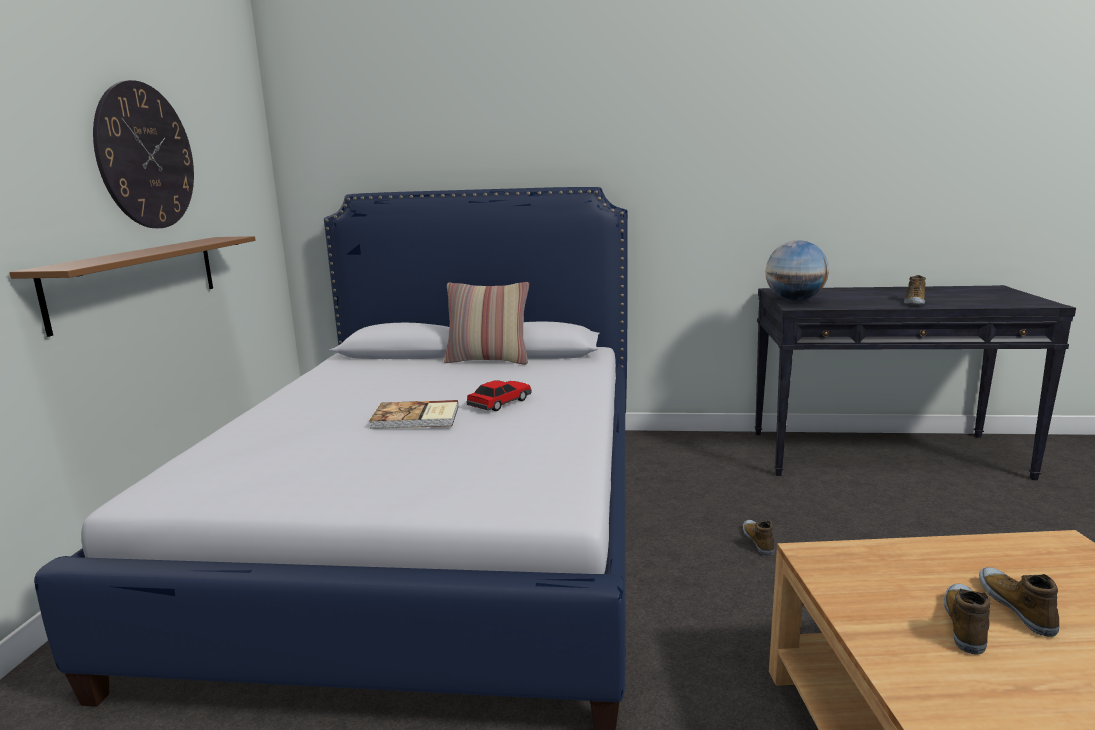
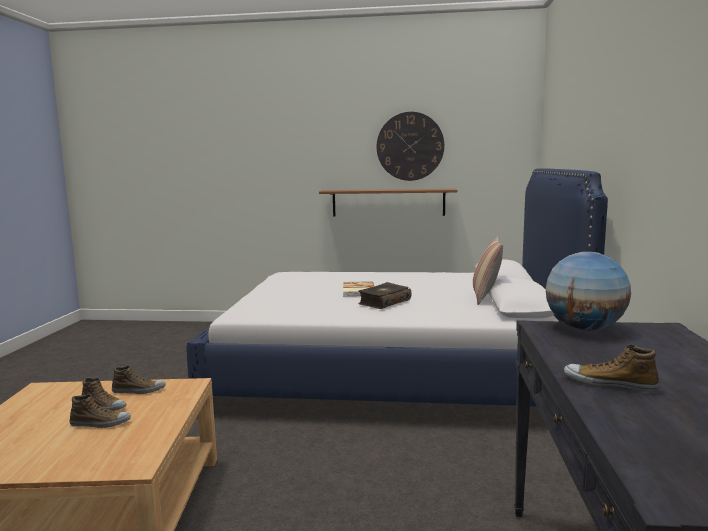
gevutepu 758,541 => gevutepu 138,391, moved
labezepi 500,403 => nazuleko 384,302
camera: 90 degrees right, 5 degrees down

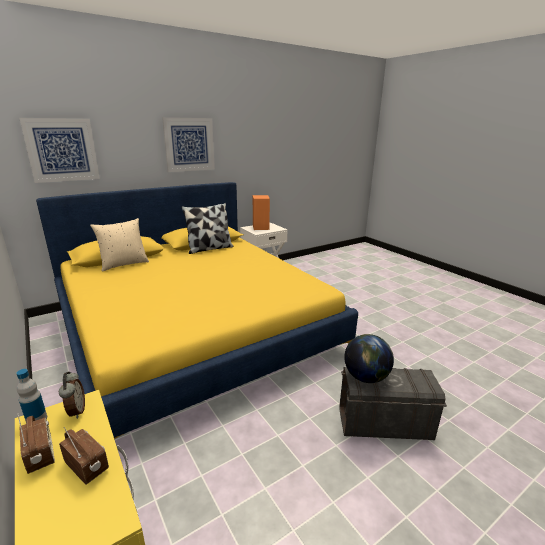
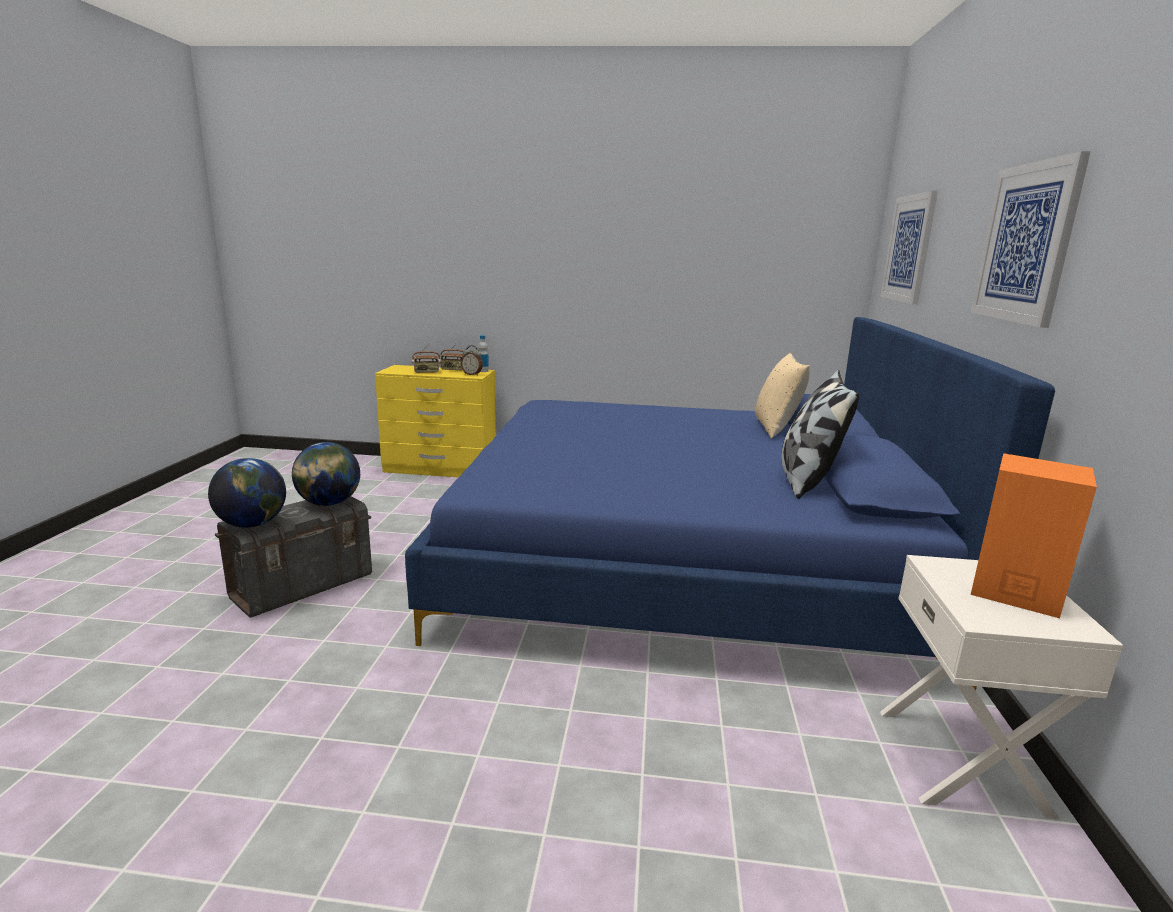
nothing => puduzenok 252,524
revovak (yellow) 194,331 => revovak (blue) 679,557
camera: 130 degrees right, 5 degrees down

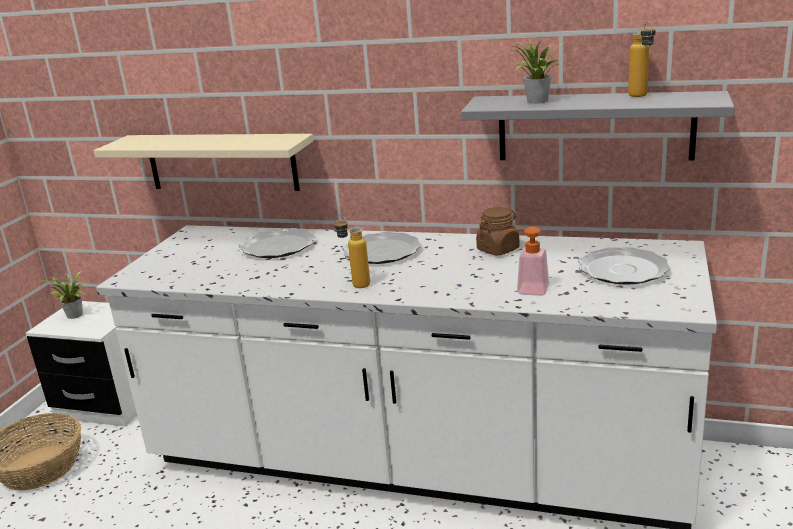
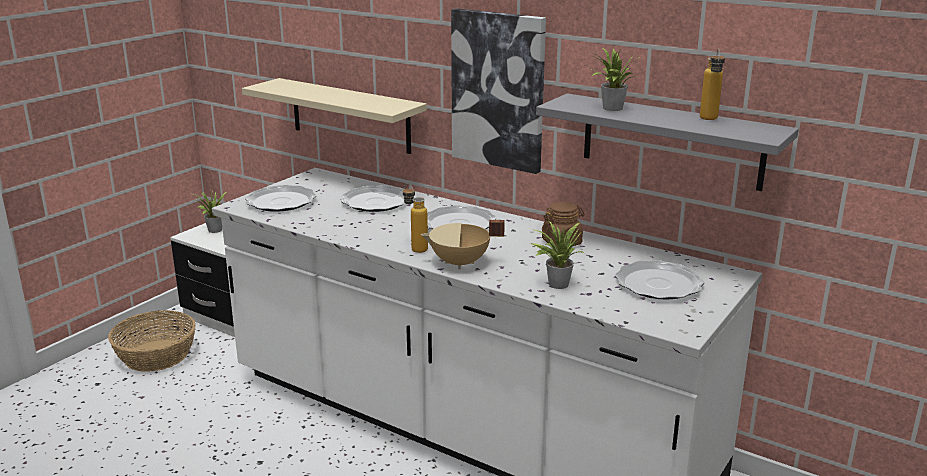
nothing => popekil 280,201
nothing => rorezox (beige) 460,263
nothing => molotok 498,90
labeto 526,289 => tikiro 556,283
camera: 15 degrees right, 0 degrees up

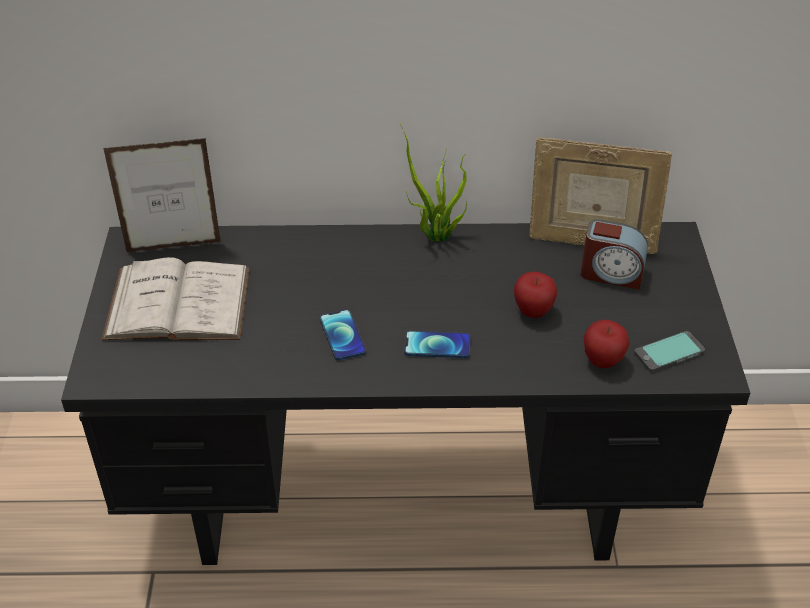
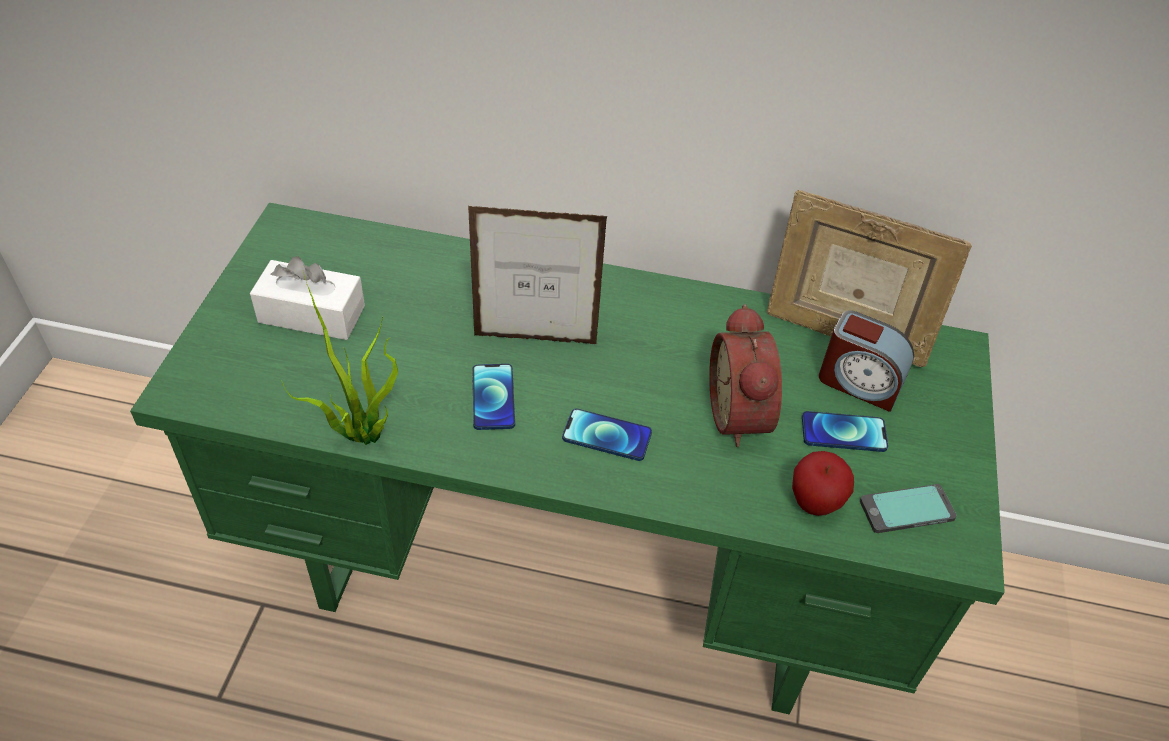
nothing => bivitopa 843,433
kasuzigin 174,247 => kasuzigin 535,339, moved
tikiro 435,237 => tikiro 360,434, moved
nazuleko (white) 178,303 => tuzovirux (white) 311,314
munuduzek 533,312 => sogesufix 742,414
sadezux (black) 407,493 => sadezux (green) 574,574
camera: 10 degrees right, 5 degrees up

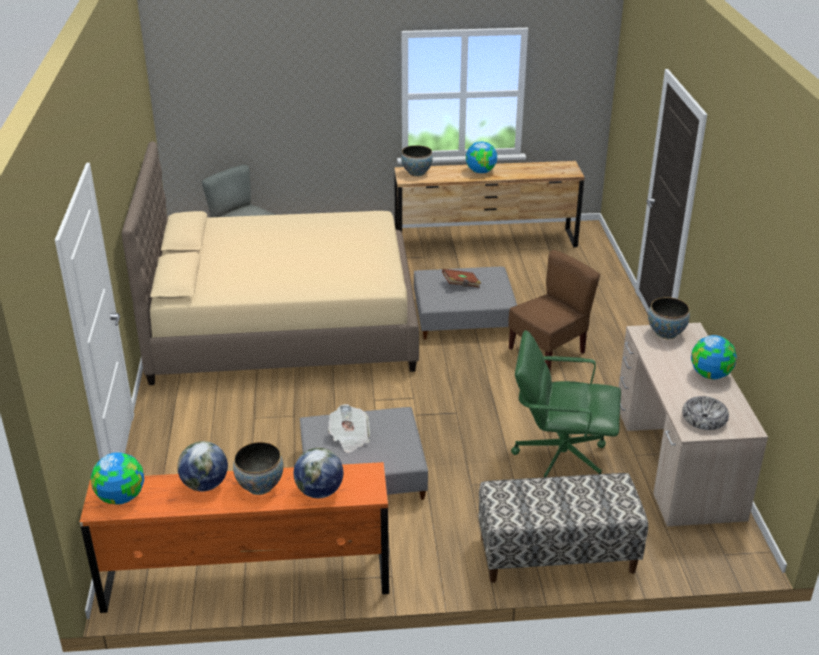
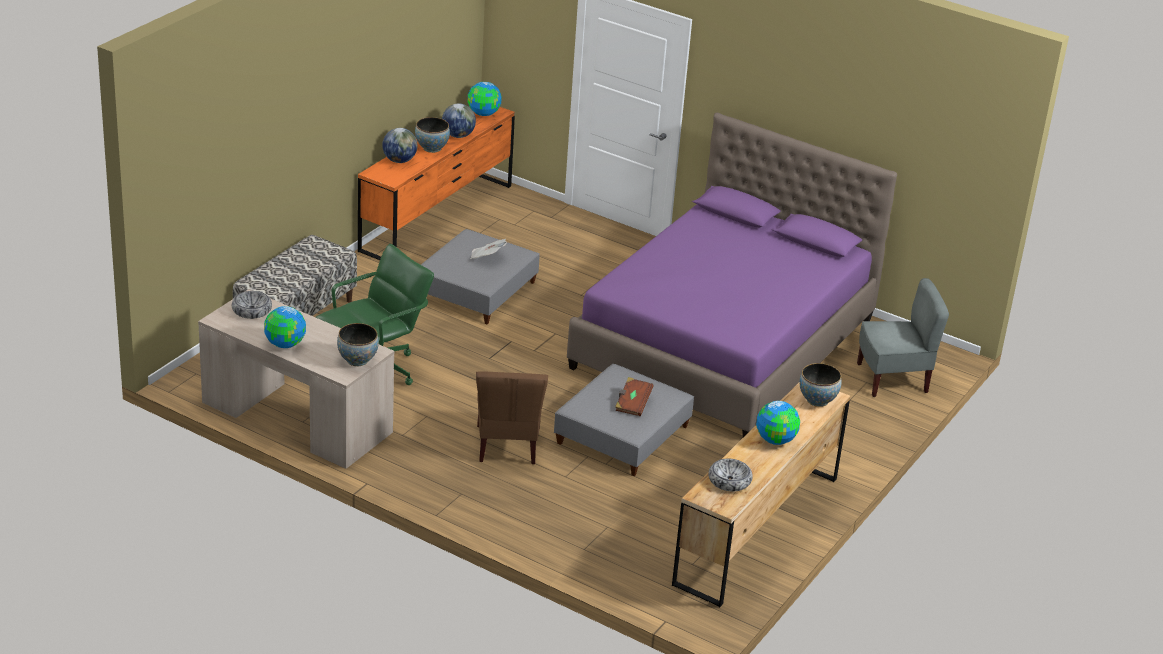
nothing => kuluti 729,480
revovak (beige) 283,324 => revovak (purple) 724,343
camera: 125 degrees right, 0 degrees up

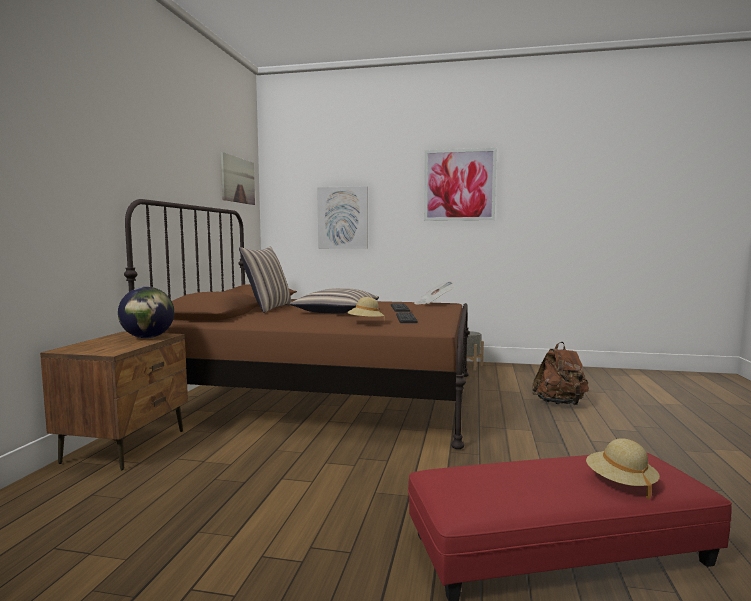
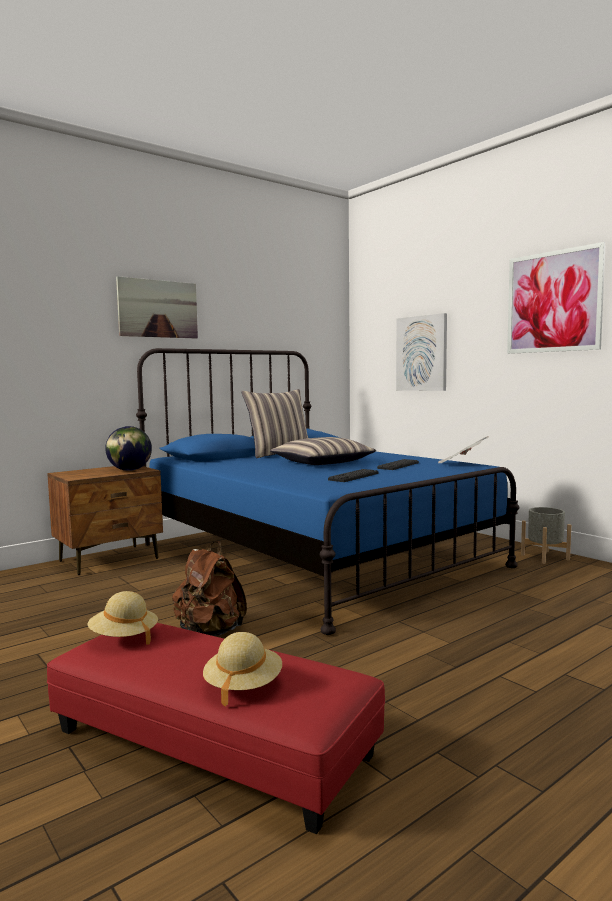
molotok 238,180 => molotok 158,309, moved
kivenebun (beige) 365,323 => kivenebun (beige) 124,637, moved
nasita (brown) 559,403 => nasita (brown) 209,633, moved
revovak (brown) 324,395 => revovak (blue) 315,555
camera: 40 degrees right, 0 degrees up

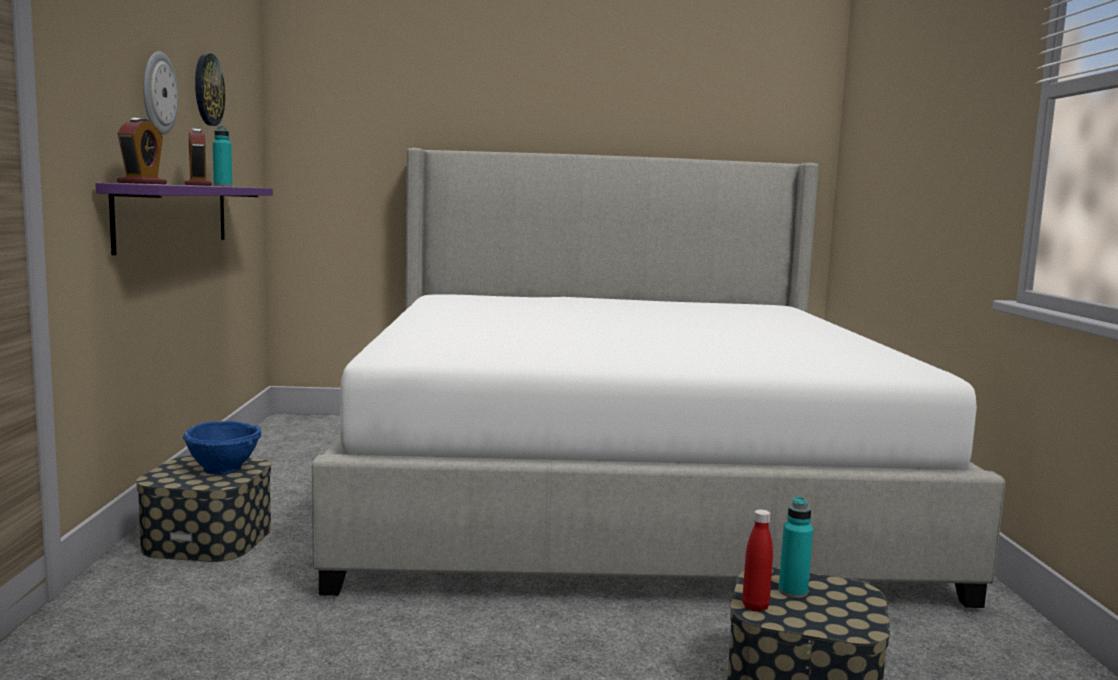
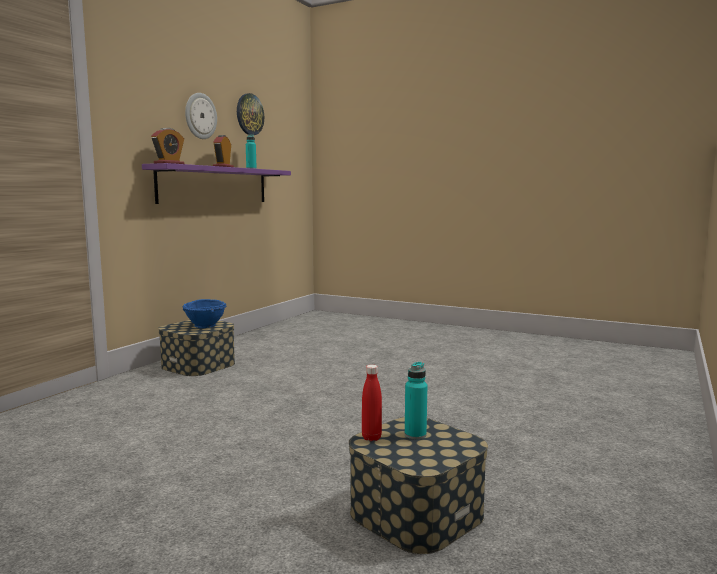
revovak 620,488 => nothing
camera: 30 degrees right, 0 degrees up

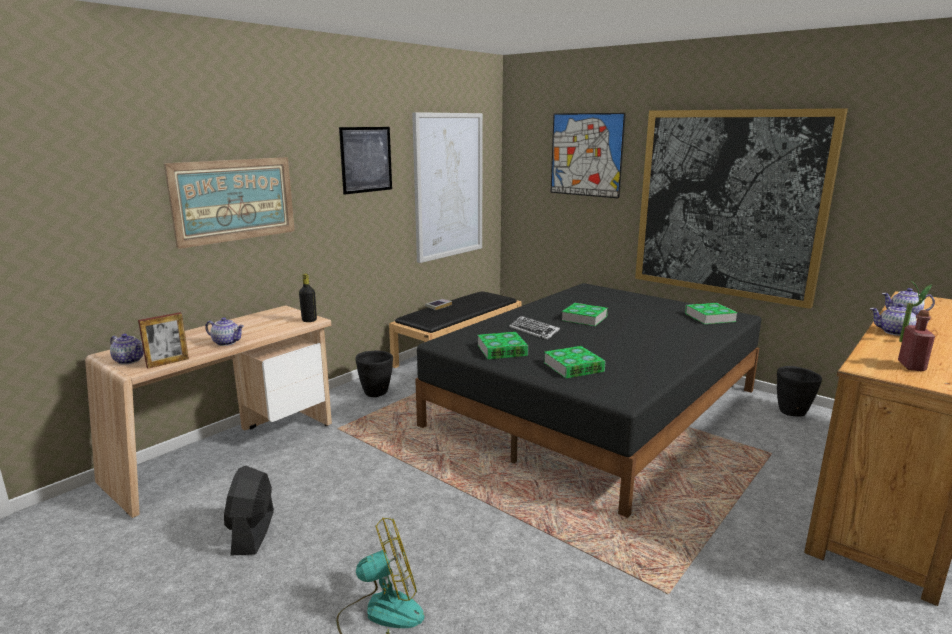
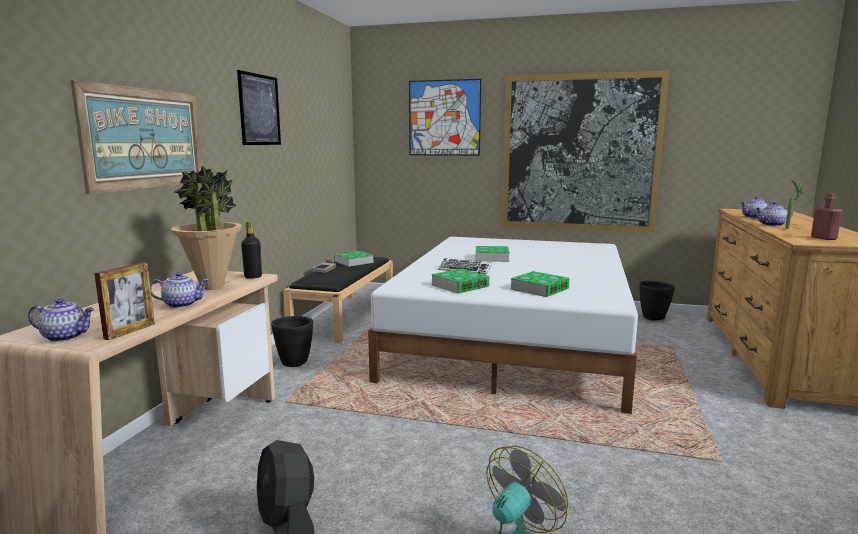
molotok 448,186 => nothing
nothing => tikiro 212,287
nazuleko 710,317 => nazuleko 354,262, moved
revovak (black) 596,408 => revovak (white) 513,339
camera: 25 degrees left, 5 degrees down

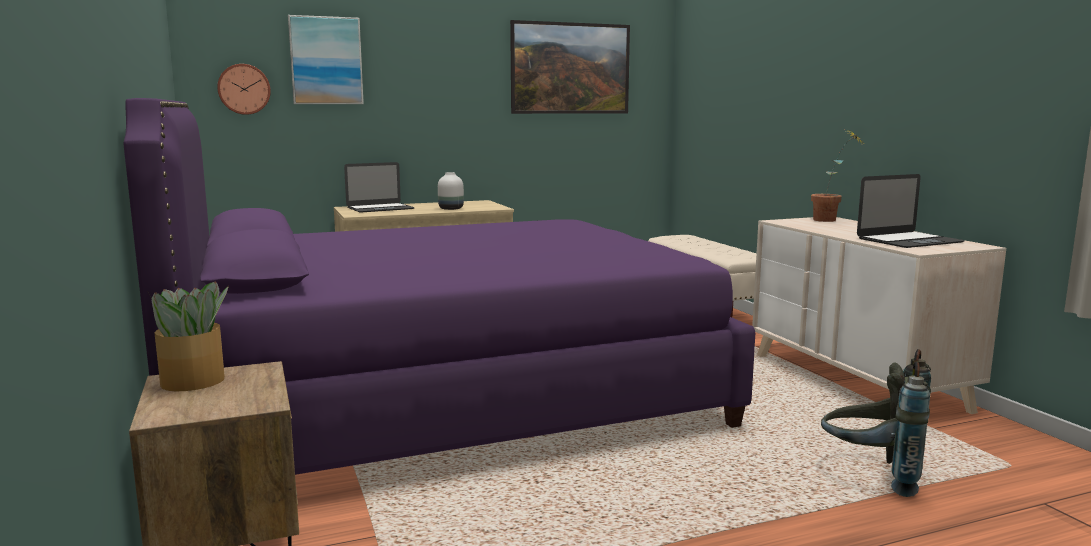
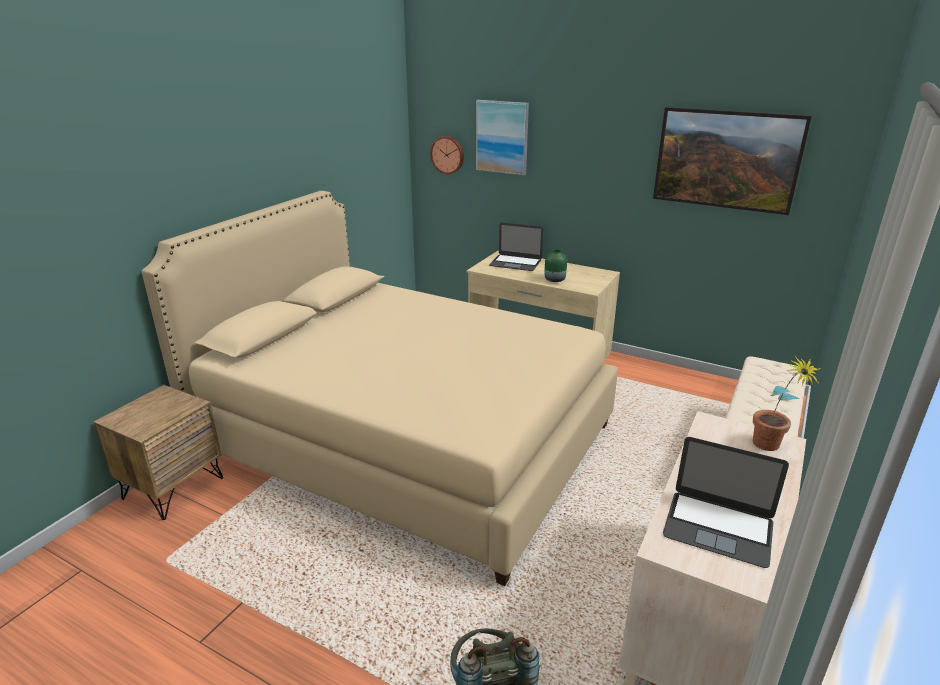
tikiro 194,381 => nothing
revovak (purple) 444,399 => revovak (beige) 406,439
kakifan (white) 451,209 => kakifan (green) 554,280
camera: 50 degrees right, 15 degrees up

